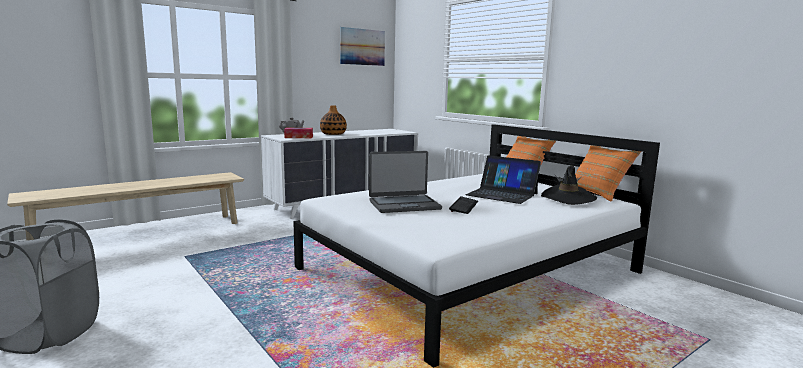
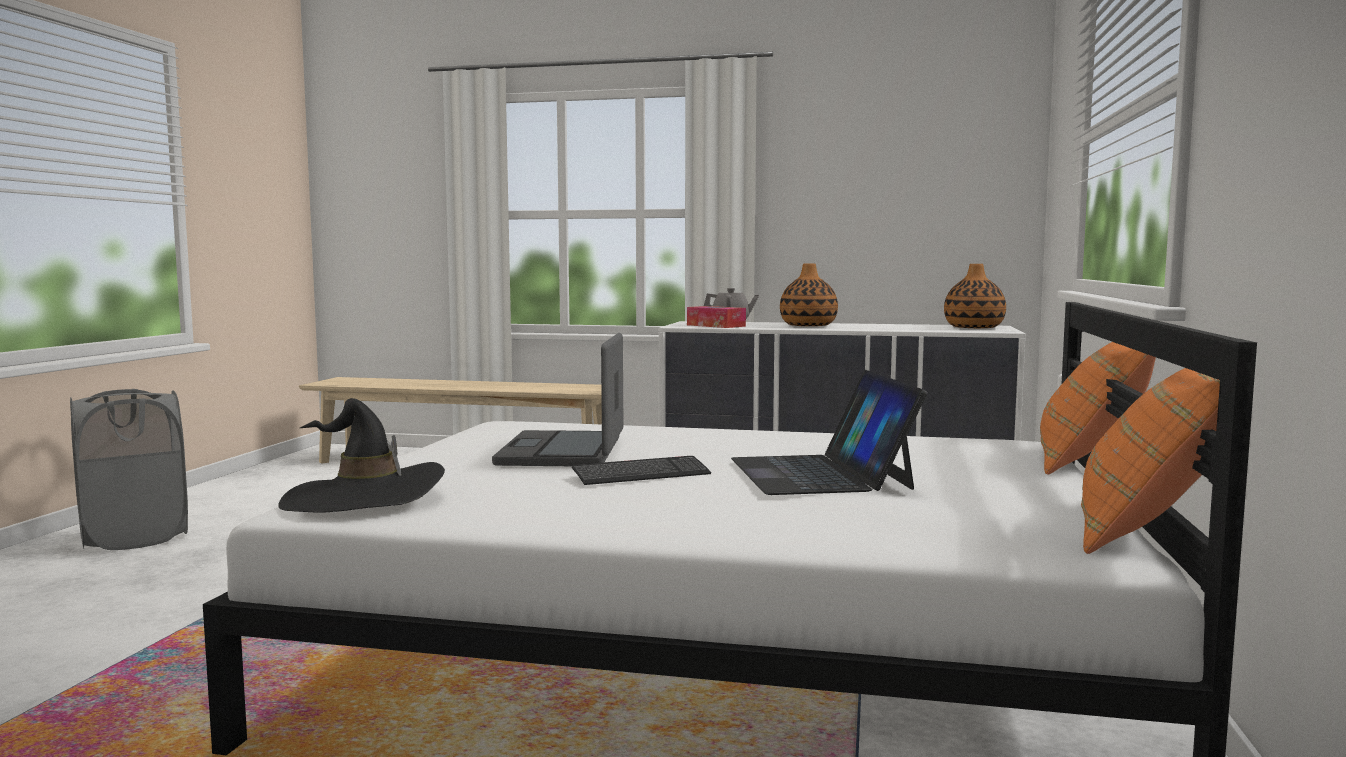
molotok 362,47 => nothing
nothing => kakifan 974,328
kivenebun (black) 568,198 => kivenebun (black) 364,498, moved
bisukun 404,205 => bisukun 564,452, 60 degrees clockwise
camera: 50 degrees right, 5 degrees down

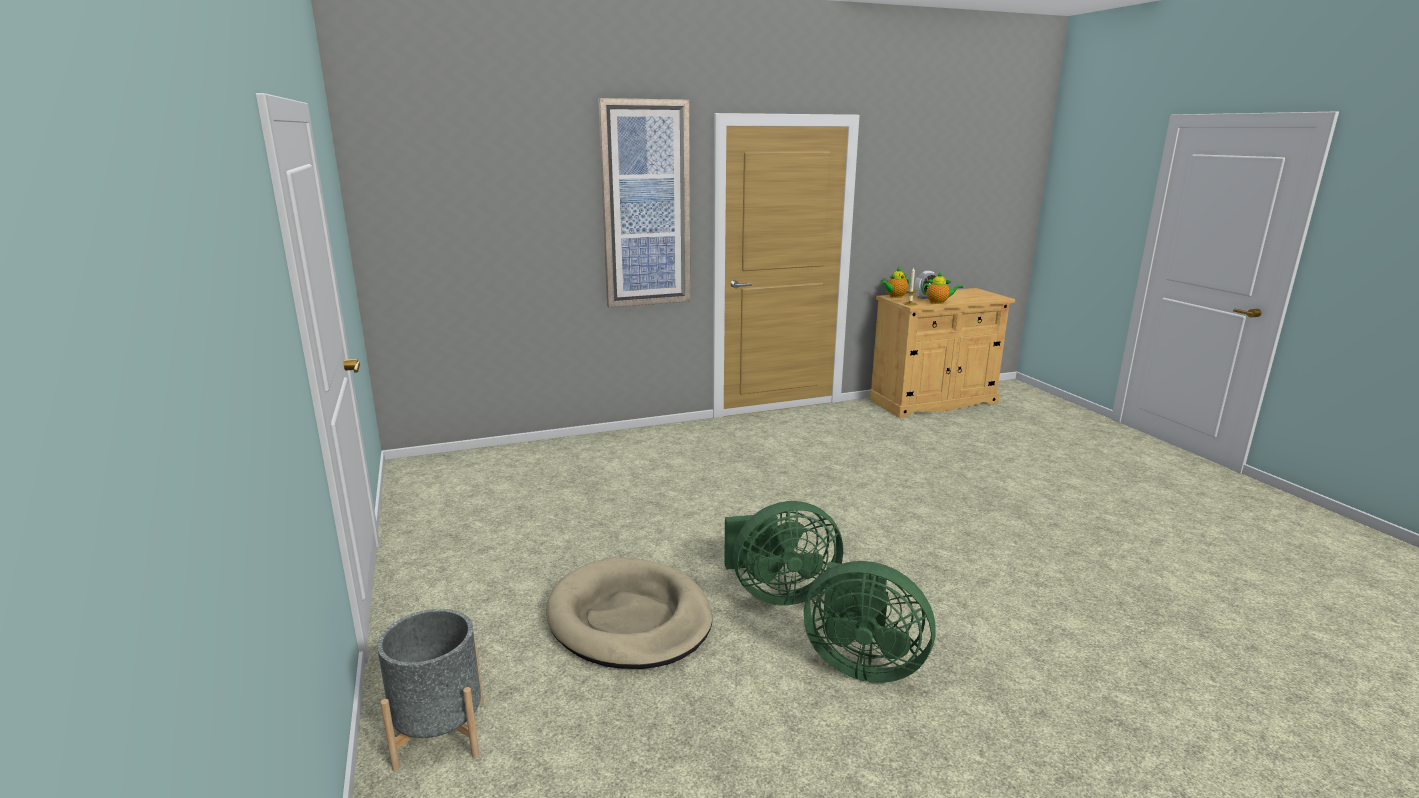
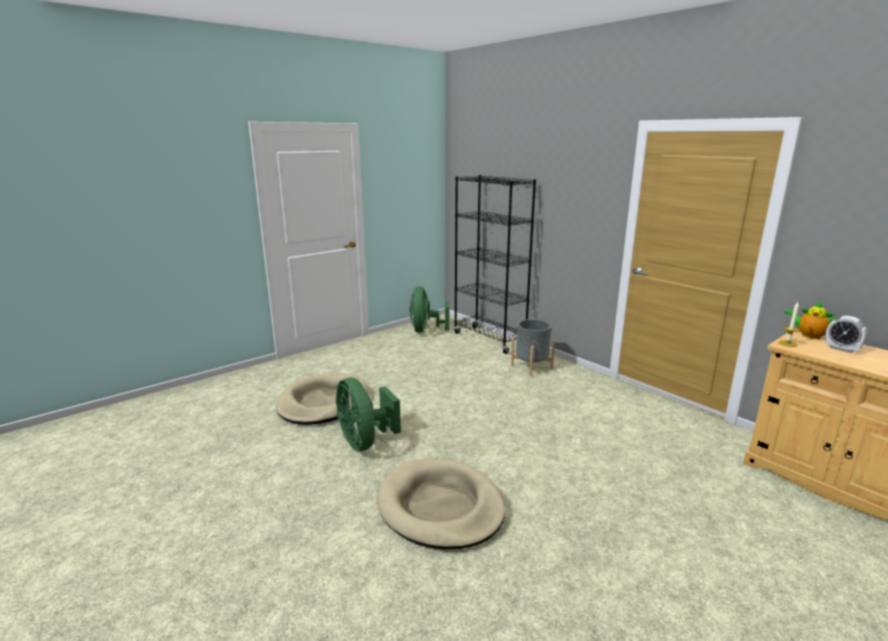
molotok 646,205 => nothing
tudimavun 938,302 => nothing
nothing => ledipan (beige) 440,507
nothing => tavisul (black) 489,340
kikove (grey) 440,734 => kikove (grey) 531,367, moved
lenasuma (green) 861,663 => lenasuma (green) 425,330, moved
camera: 70 degrees right, 0 degrees up

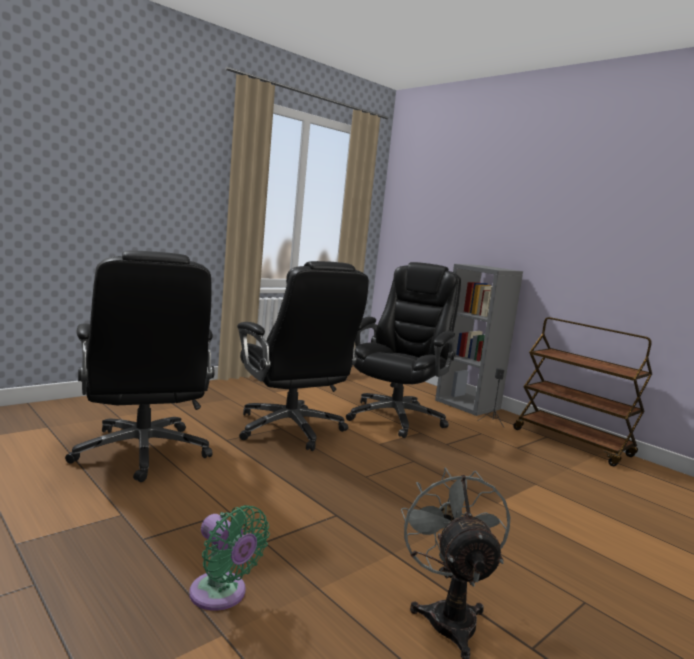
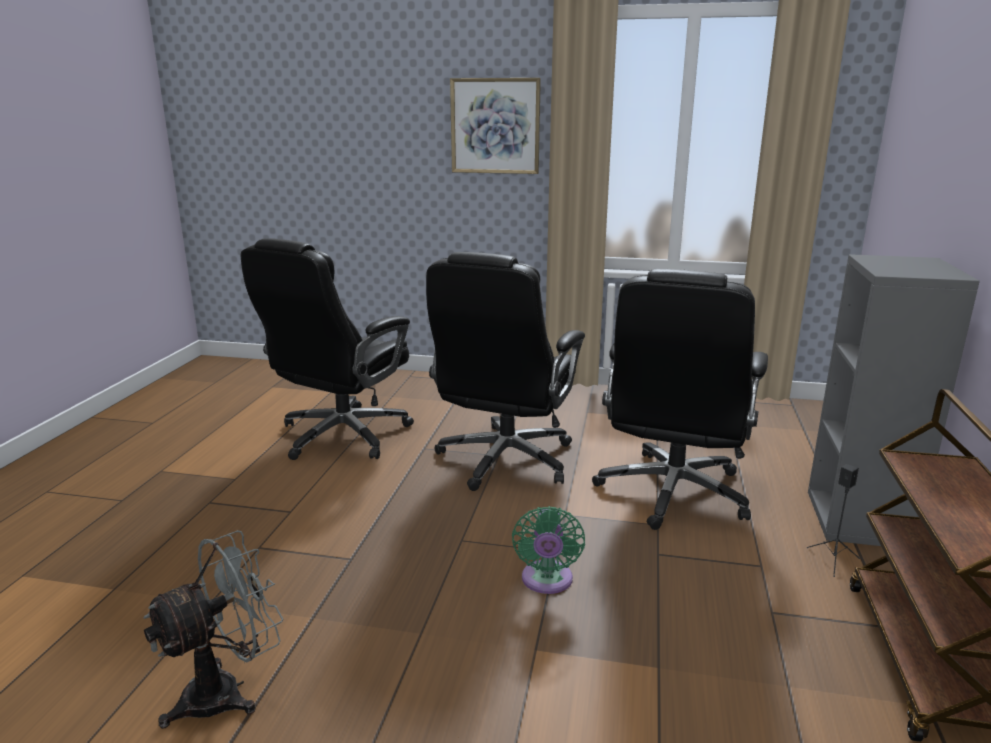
nothing => molotok 495,126
lenasuma (green) 221,595 => lenasuma (green) 546,581, moved
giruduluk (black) 396,417 => giruduluk (black) 672,493, 120 degrees clockwise
camera: 55 degrees right, 10 degrees up

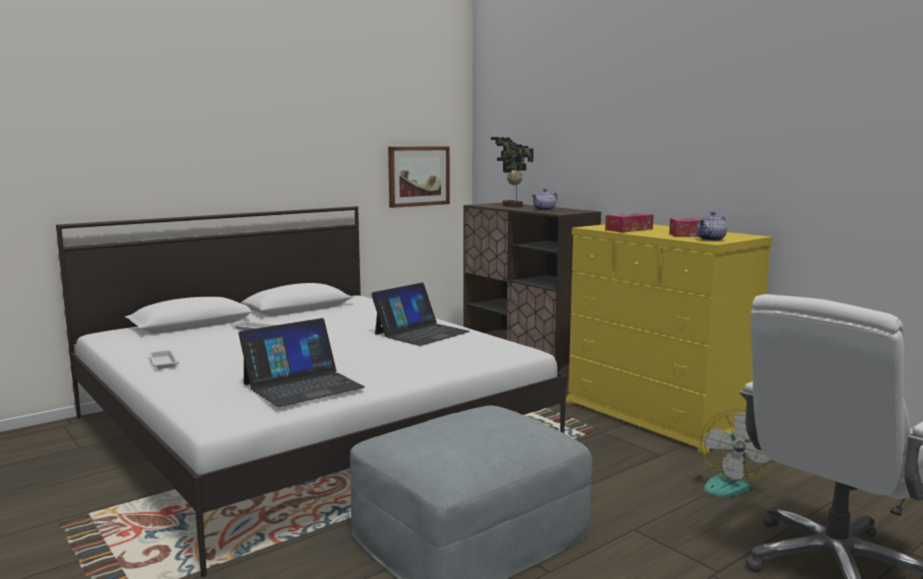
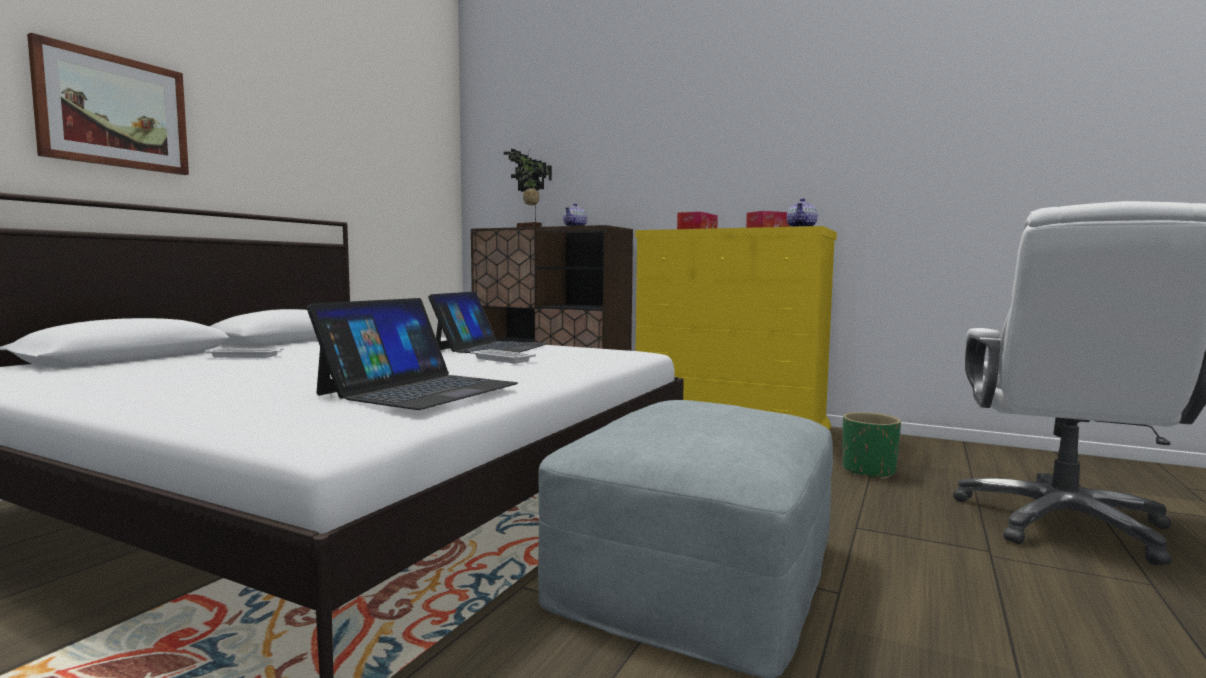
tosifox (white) 163,362 => tosifox (white) 501,359, moved
molotok 418,176 => molotok 113,111, moved
lenasuma 726,482 => kikove (green) 869,471
camera: 25 degrees left, 5 degrees down

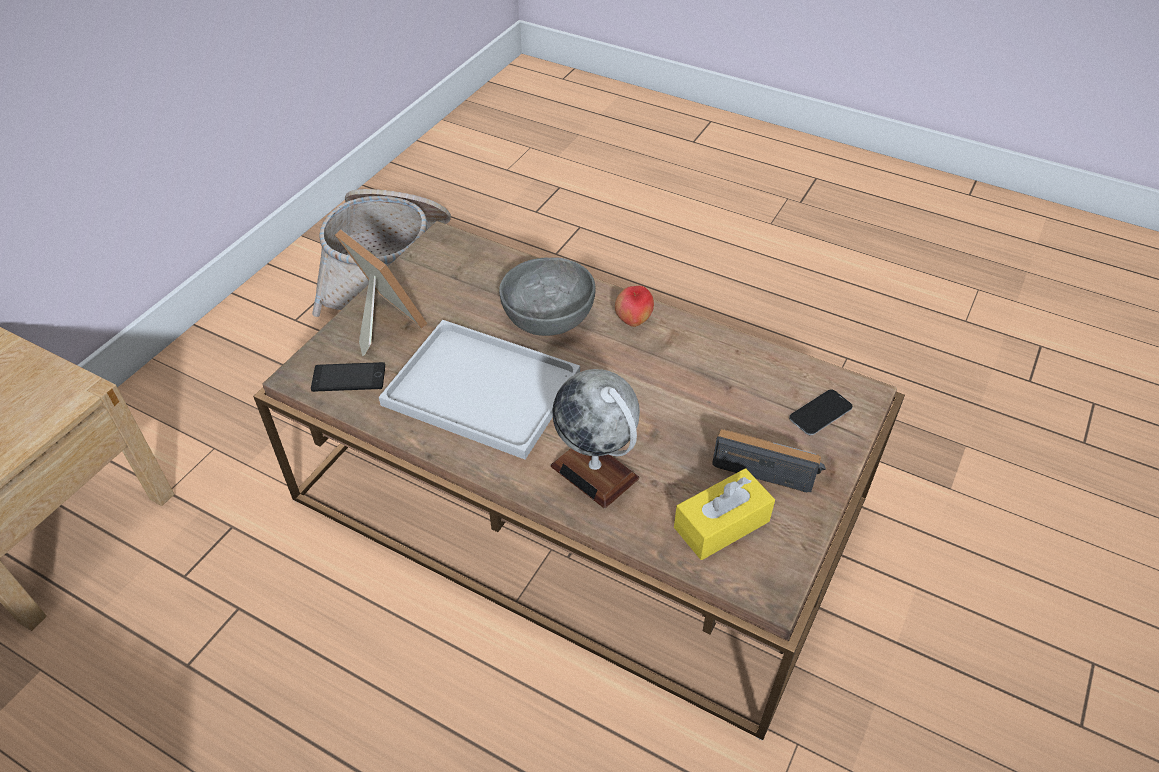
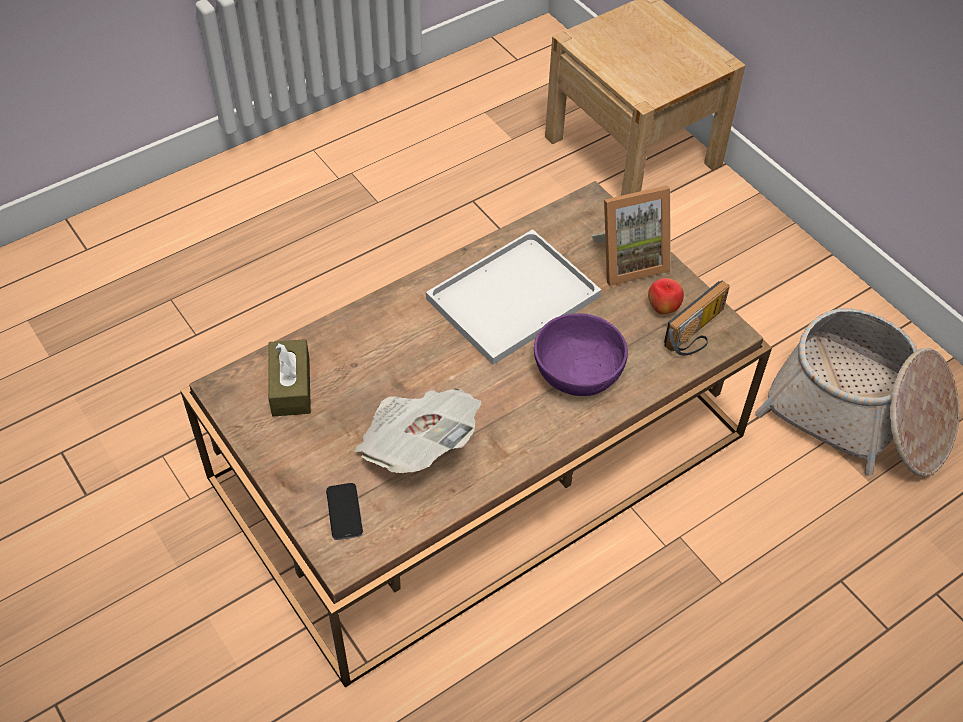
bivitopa 348,378 => nothing
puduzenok 595,472 => nothing
nothing => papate 417,445
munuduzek 633,321 => munuduzek 663,308, moved
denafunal 767,468 => denafunal 698,333, moved
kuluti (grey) 547,316 => kuluti (purple) 577,370
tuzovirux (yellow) 721,524 => tuzovirux (brown) 291,386
camera: 115 degrees right, 5 degrees up

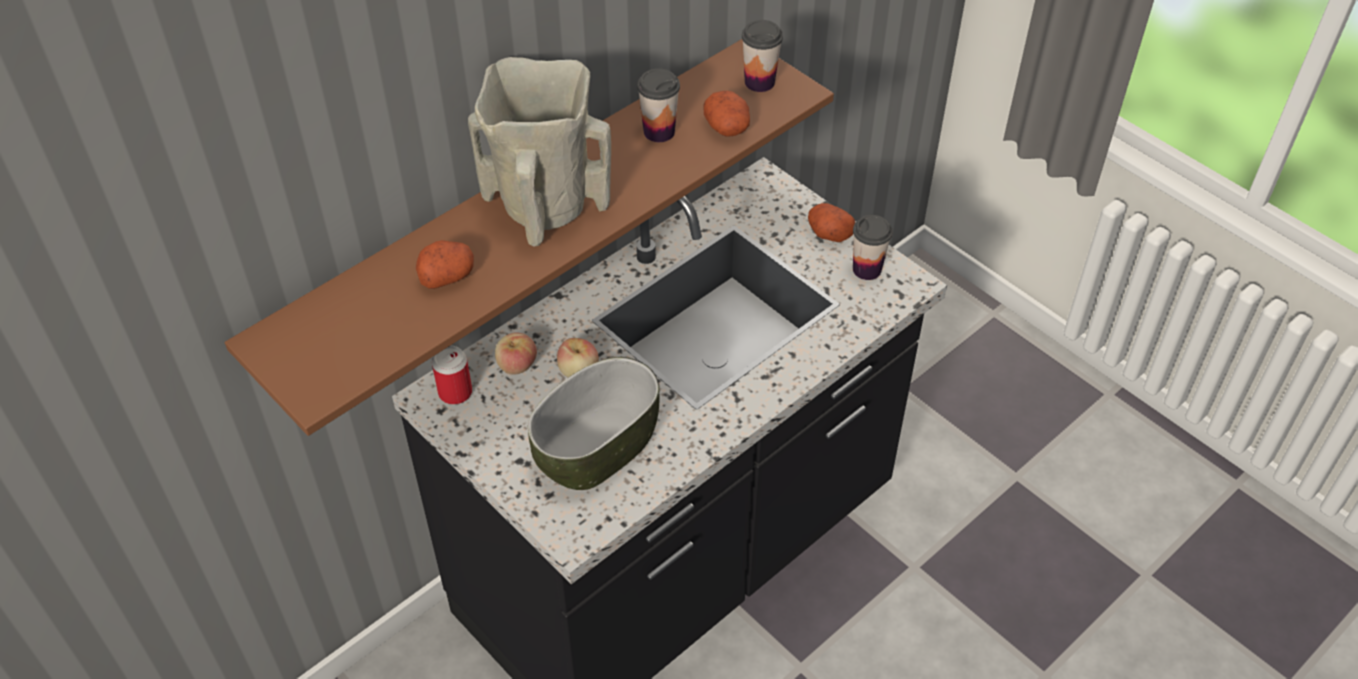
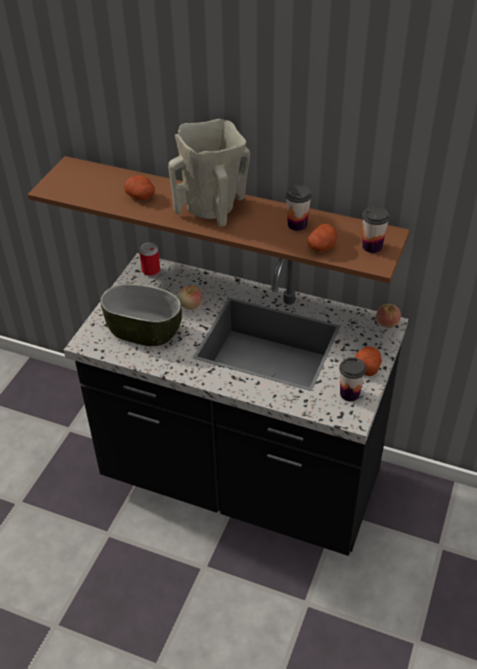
munuduzek 517,365 => munuduzek 387,324, moved
camera: 65 degrees right, 5 degrees down

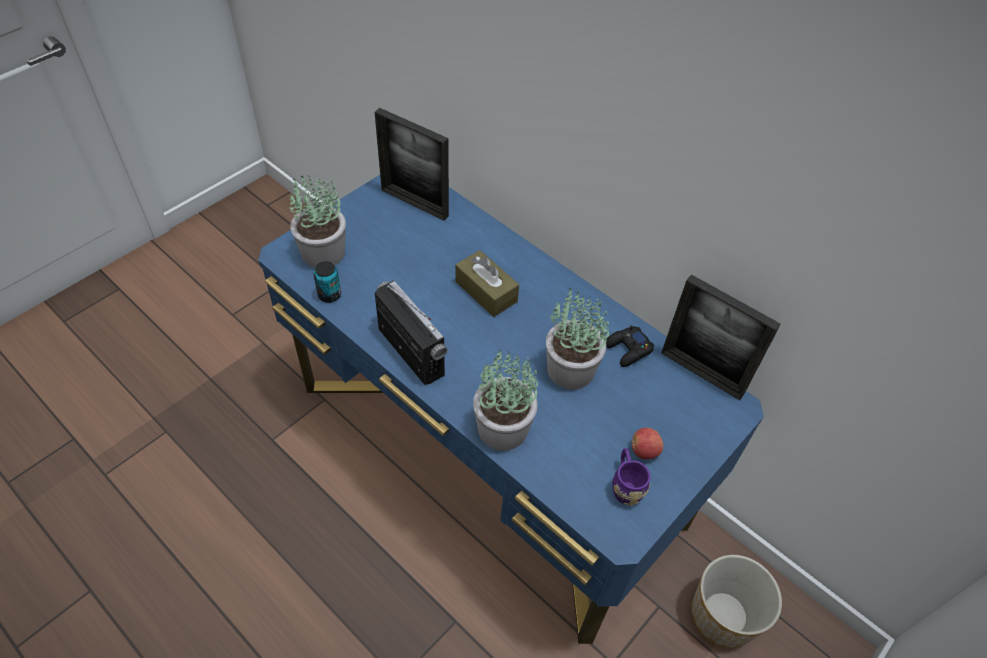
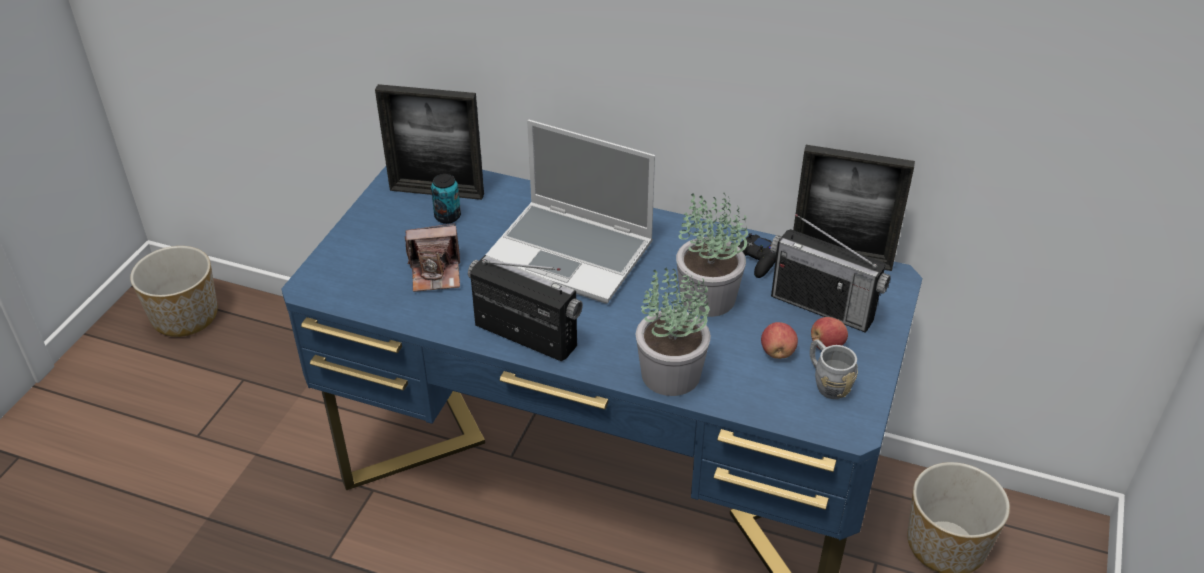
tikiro 323,253 => nothing
nothing => kikove 184,316
nothing => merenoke 436,273
nothing => munuduzek 777,352
nothing => denafunal 822,307
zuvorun 329,295 => zuvorun 447,216, moved
tuzovirux (brown) 486,291 => bisukun 572,253
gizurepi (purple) 625,485 => gizurepi (grey) 827,382
camera: 20 degrees left, 10 degrees down

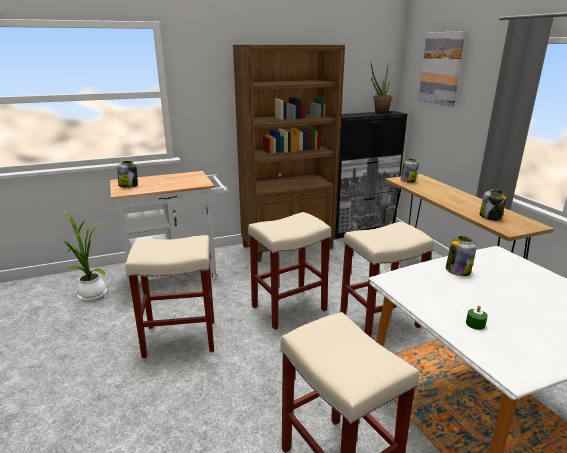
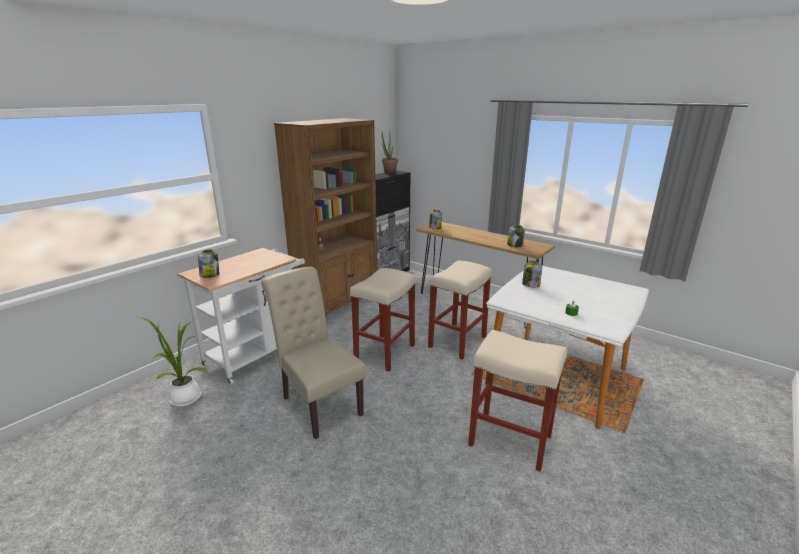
molotok 441,68 => nothing
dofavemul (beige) 181,337 => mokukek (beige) 318,403
camera: 30 degrees left, 0 degrees up

